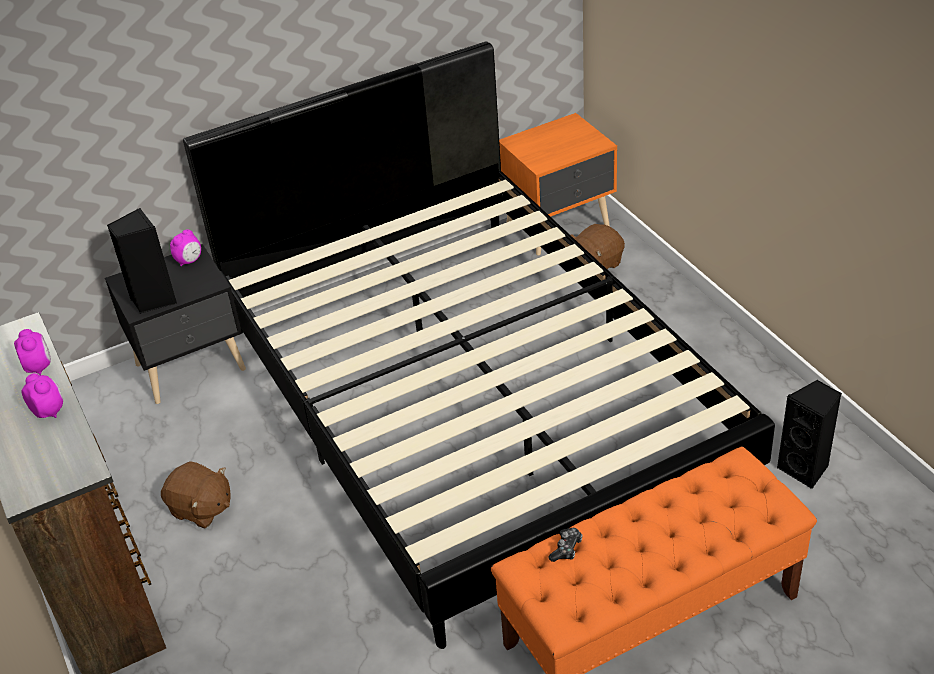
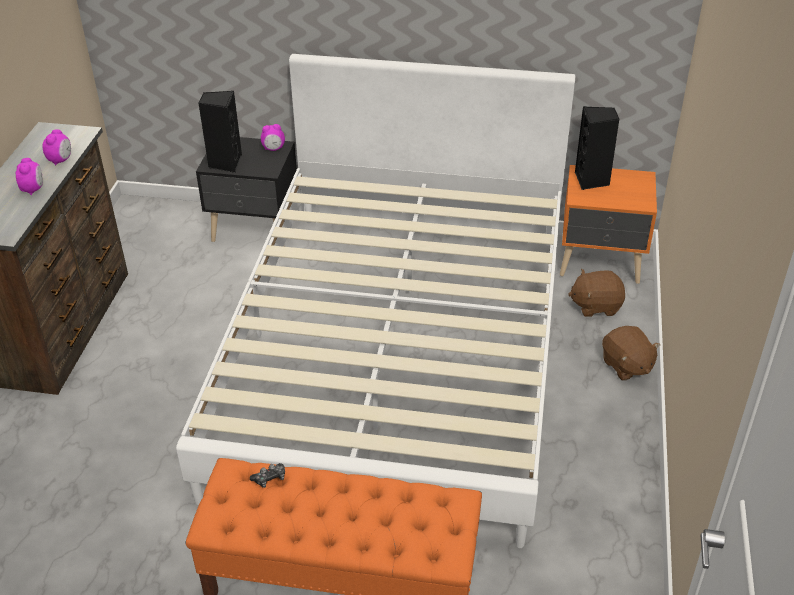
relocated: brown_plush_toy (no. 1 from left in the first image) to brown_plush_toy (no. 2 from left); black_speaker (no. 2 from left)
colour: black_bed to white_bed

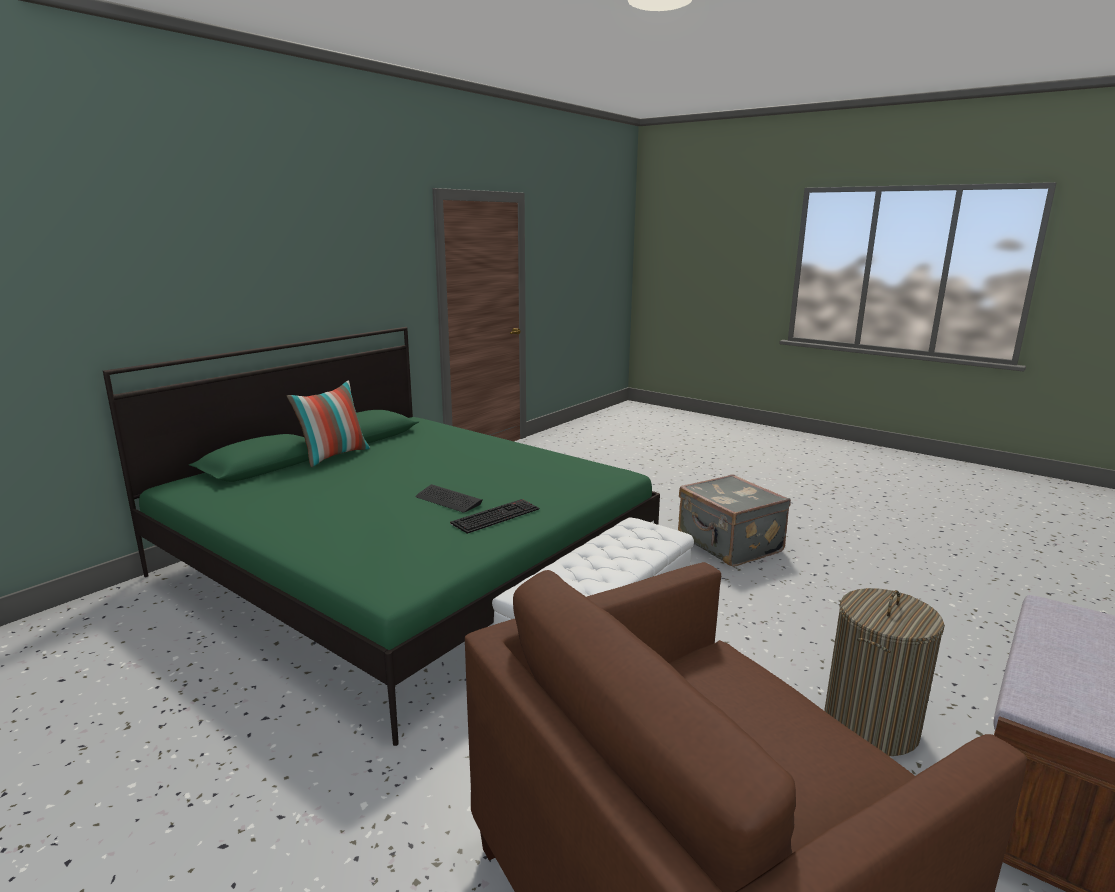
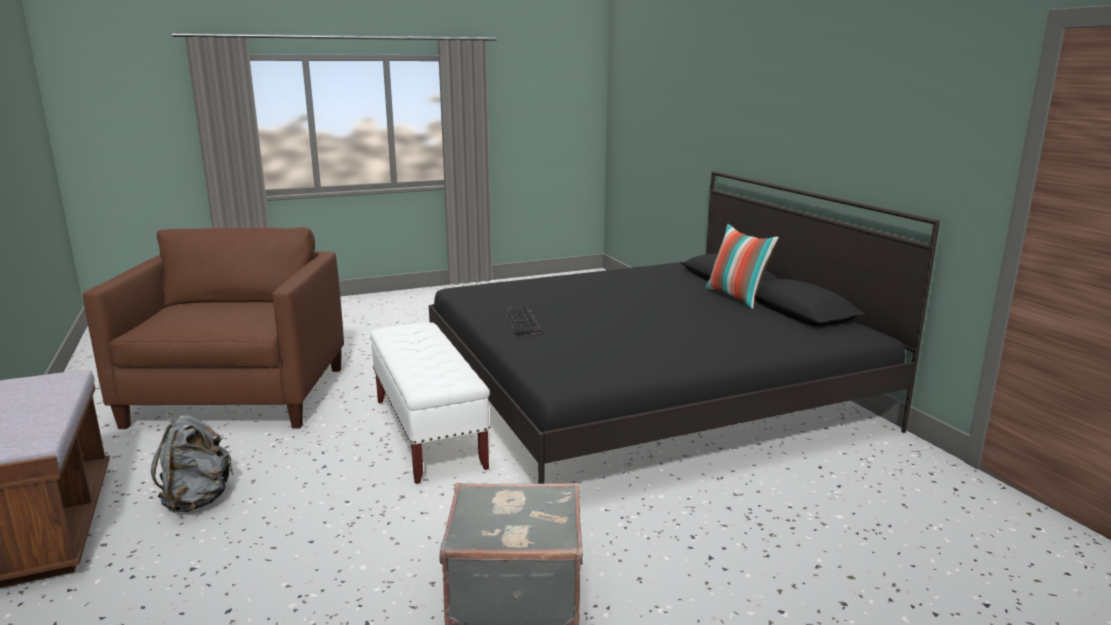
missing: keyboard (no. 1 from left)
exchanged: laundry_basket to grey_backpack
colour: green_bed to black_bed

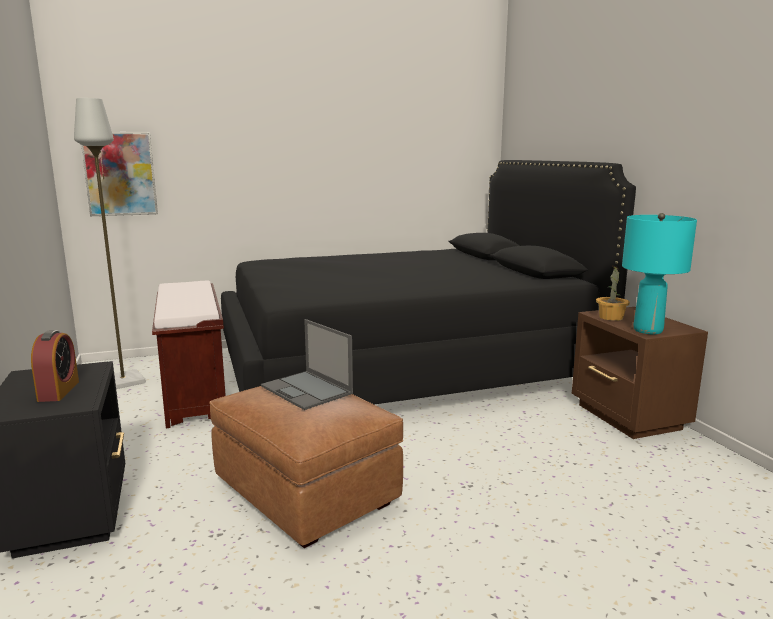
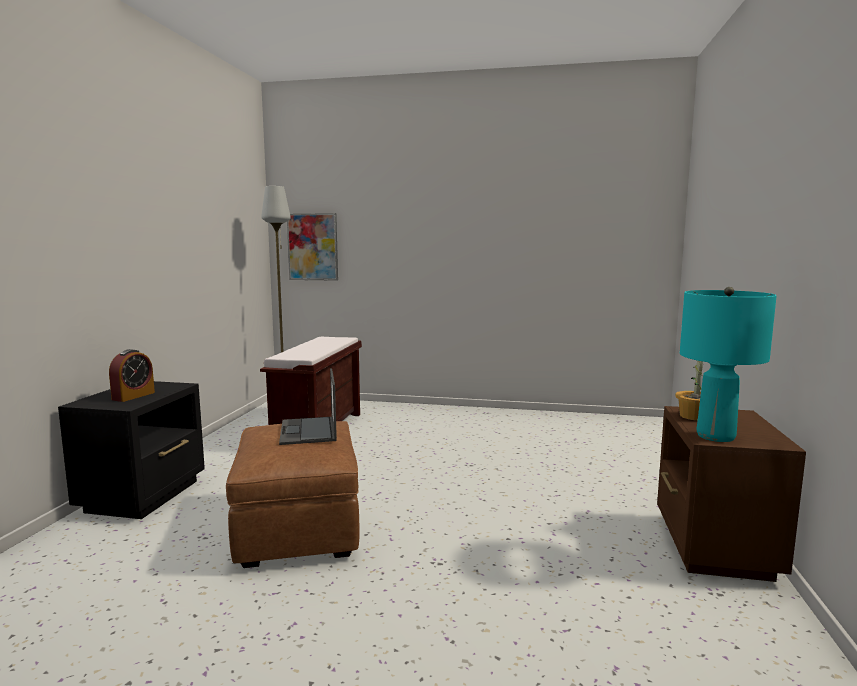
missing: black_bed

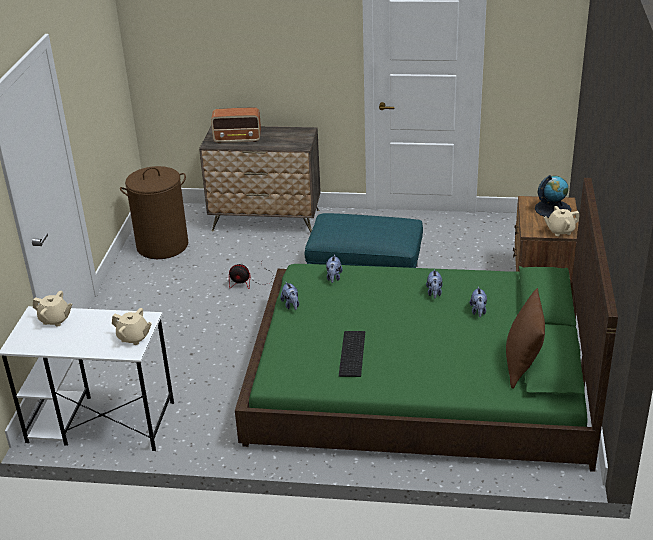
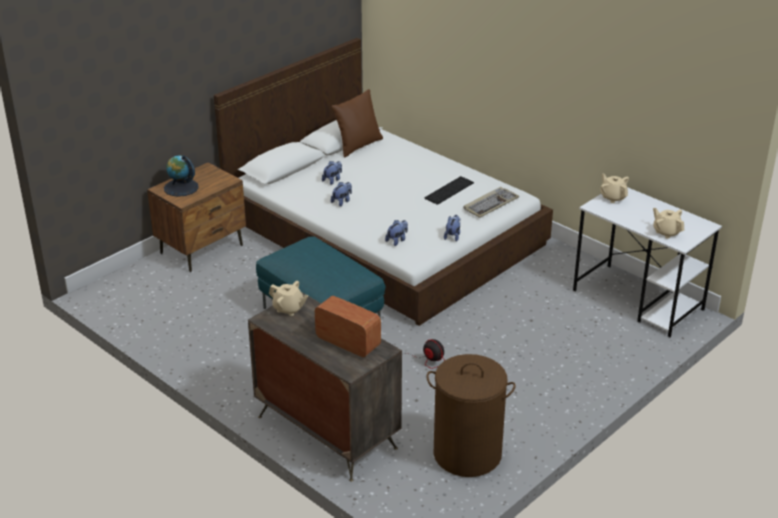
appeared: keyboard (no. 2 from left)
relocated: beige_teapot (no. 3 from left in the first image) to beige_teapot (no. 1 from left)
colour: green_bed to white_bed

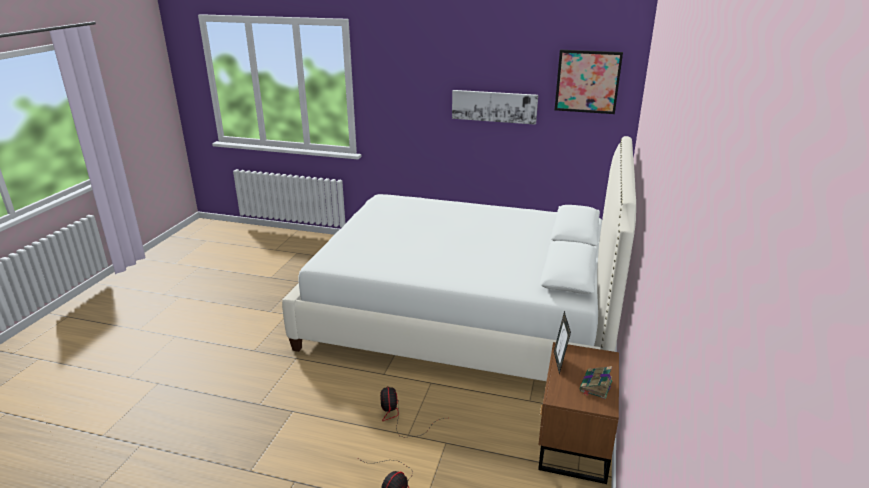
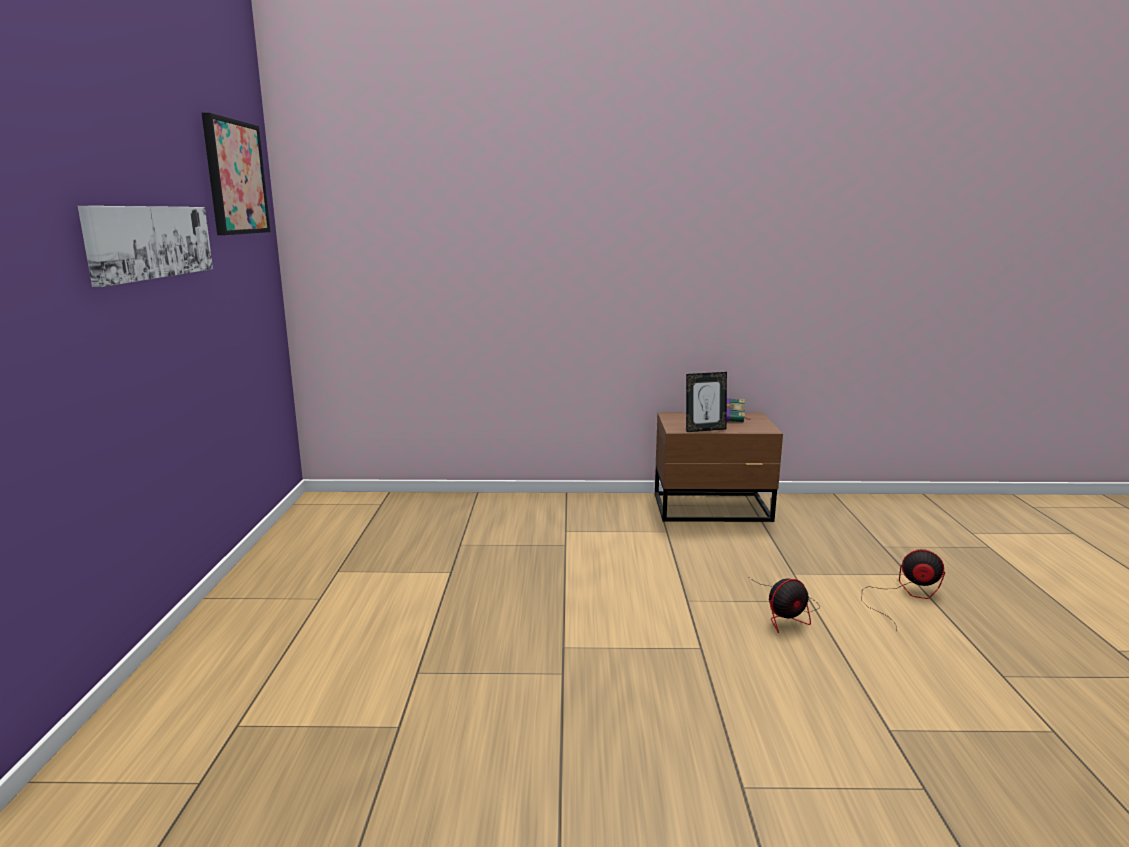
missing: white_bed

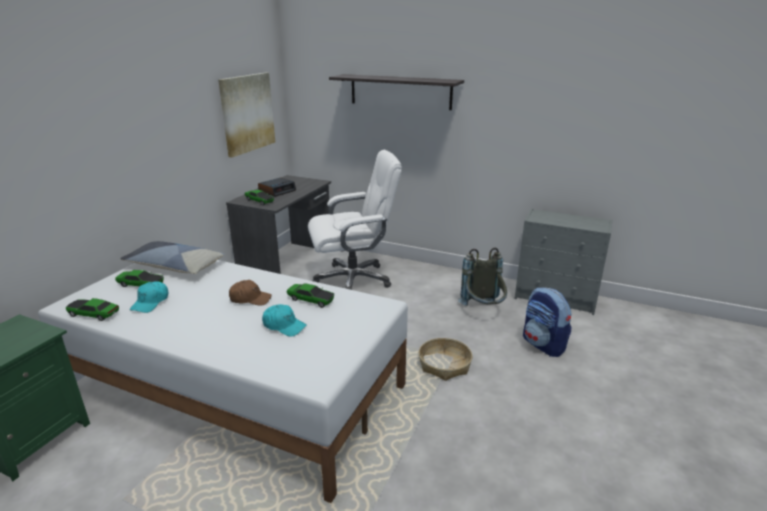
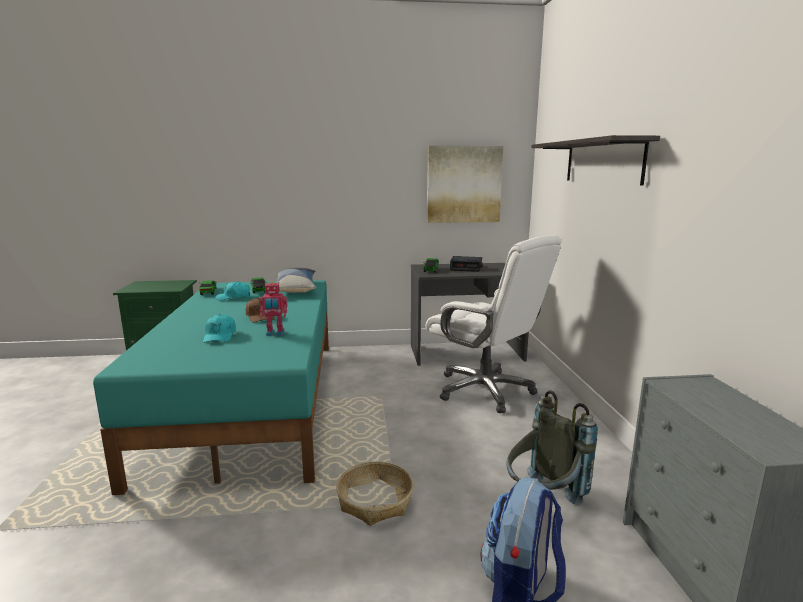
exchanged: toy_car (no. 4 from left) to toy_robot
colour: white_bed to turquoise_bed

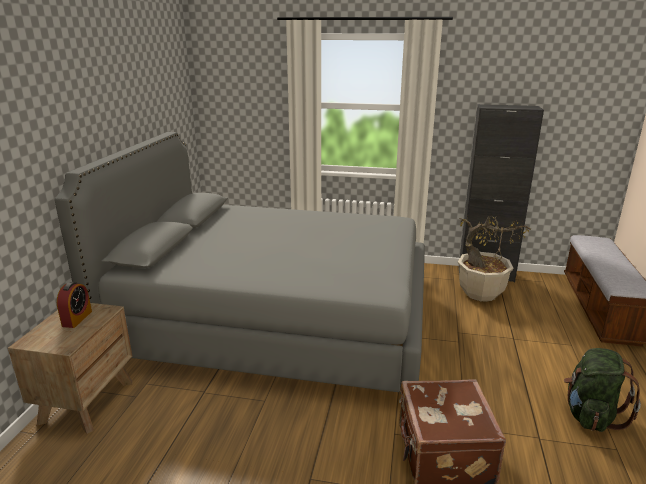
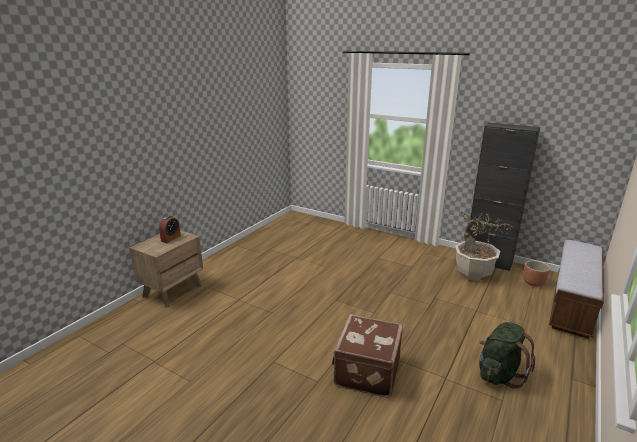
missing: grey_bed
appeared: brown_planter

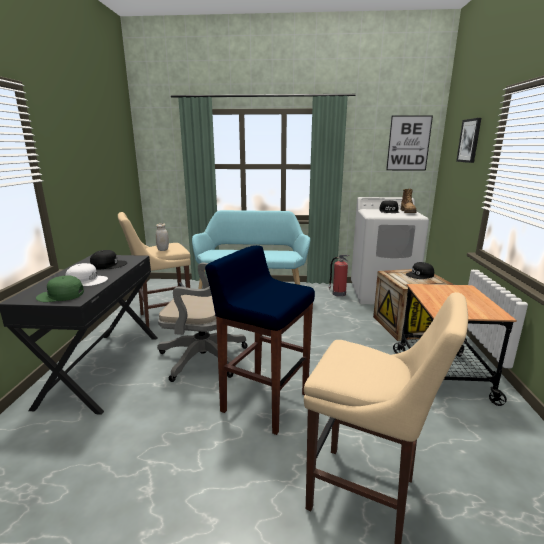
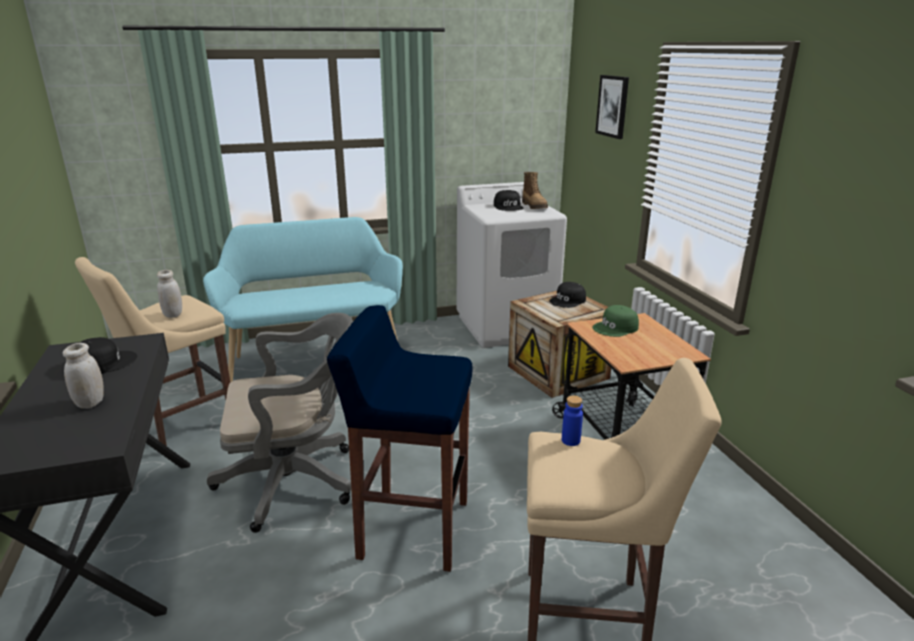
missing: fire_extinguisher; picture (no. 1 from left)
appeared: blue_bottle
relocated: green_cap
exchanged: white_cap to white_jar (no. 1 from left)

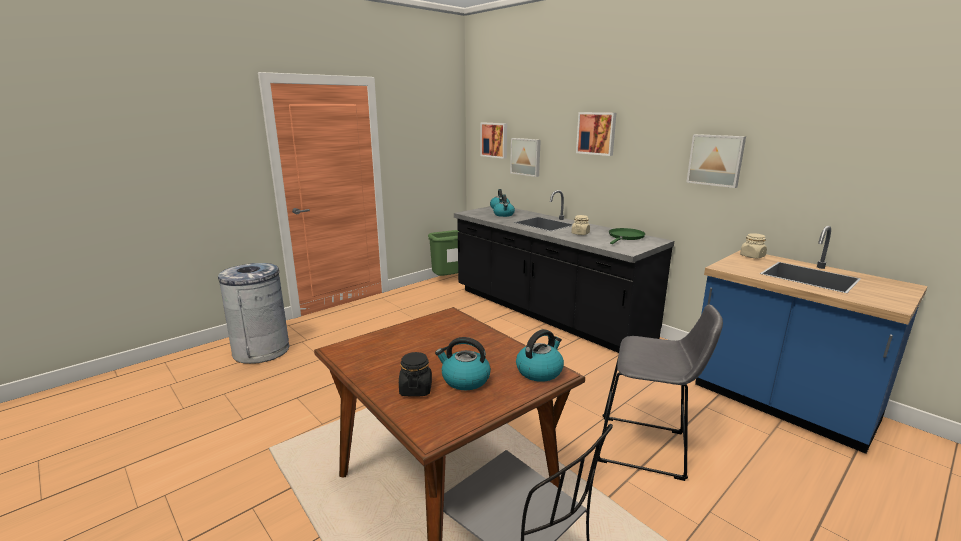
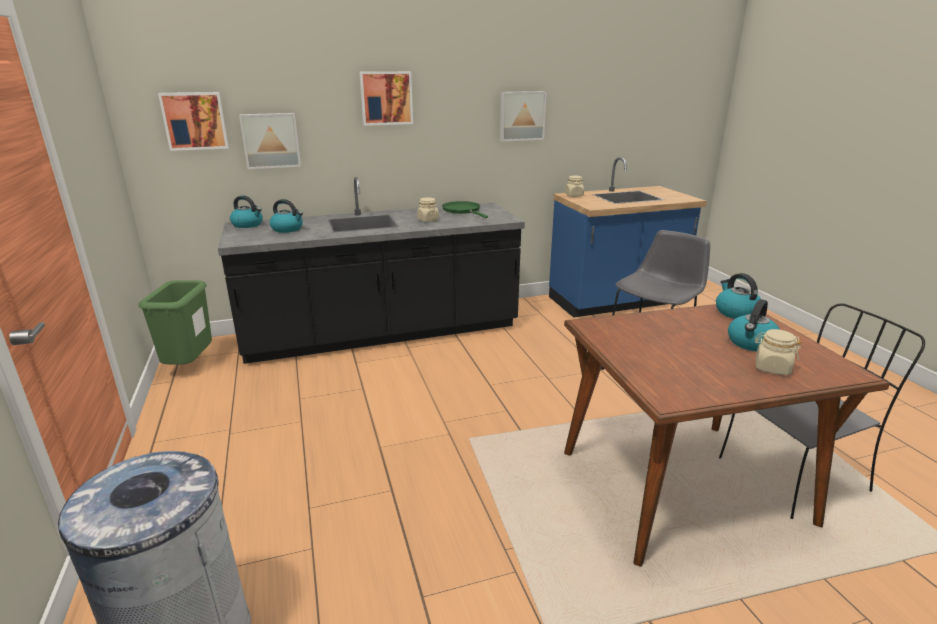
colour: black_jar to beige_jar (no. 3 from left)

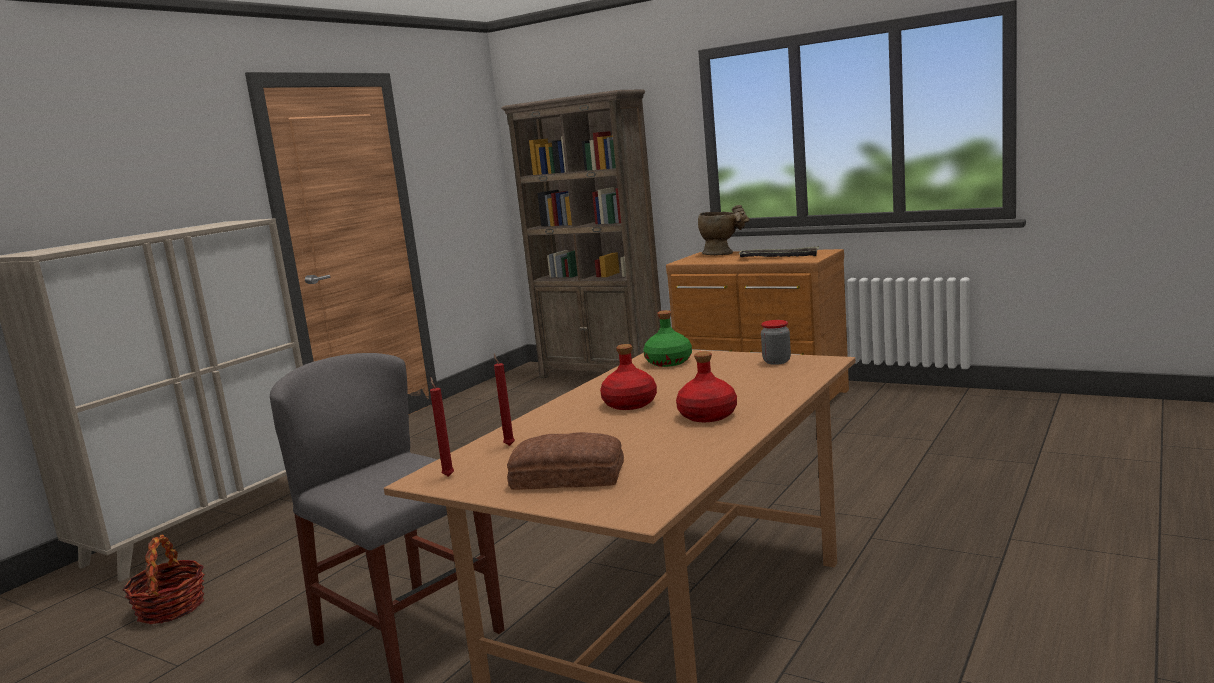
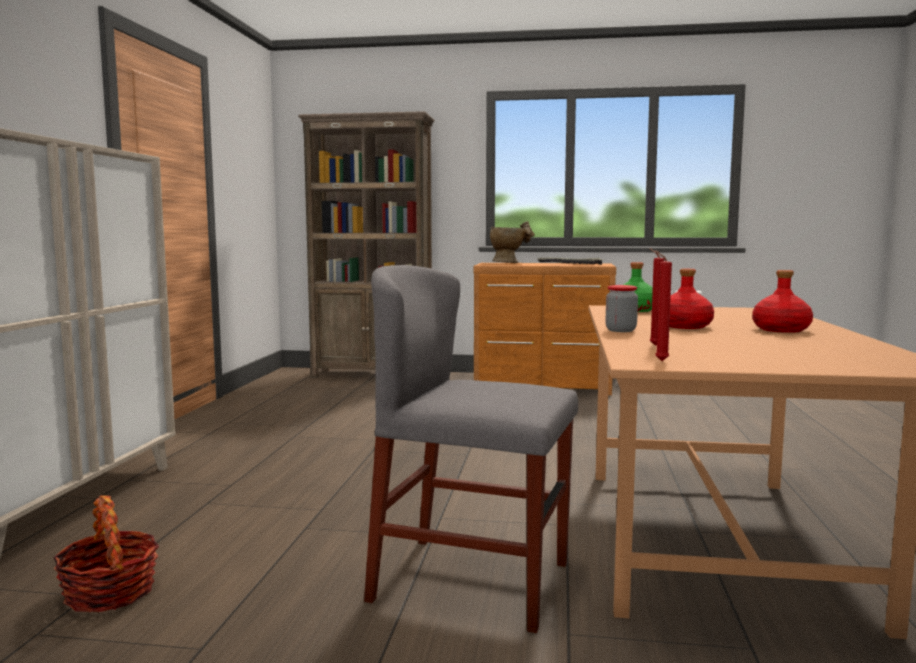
missing: bread
relocated: jar

